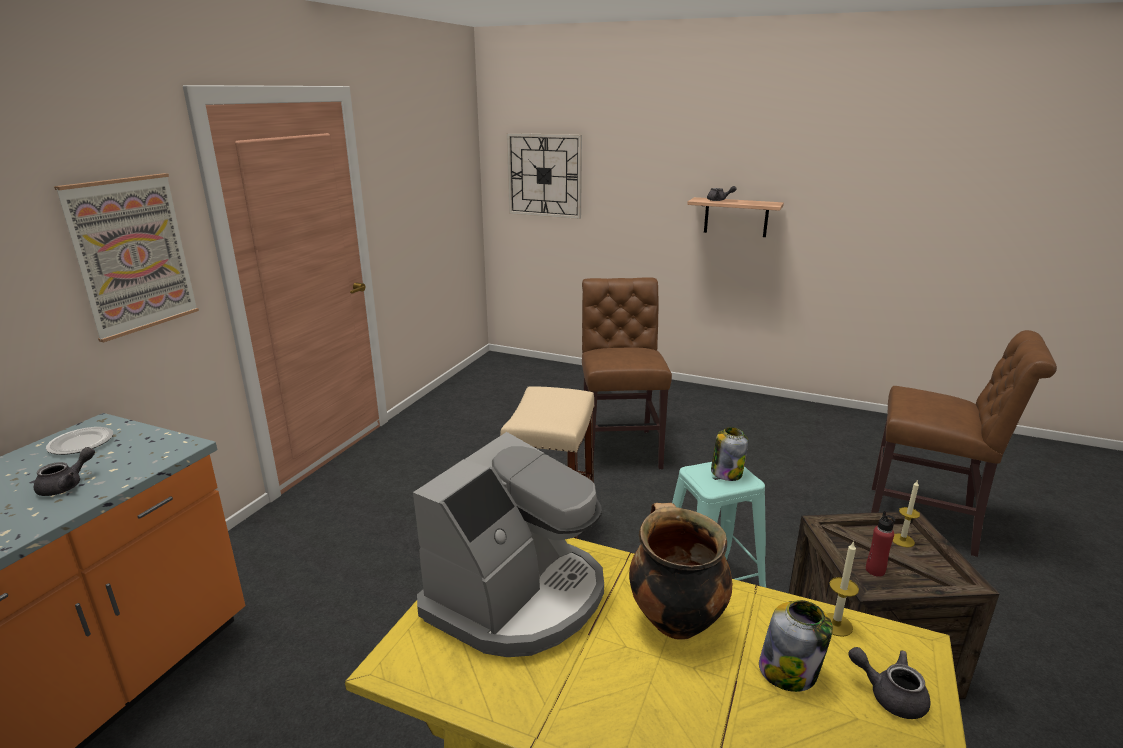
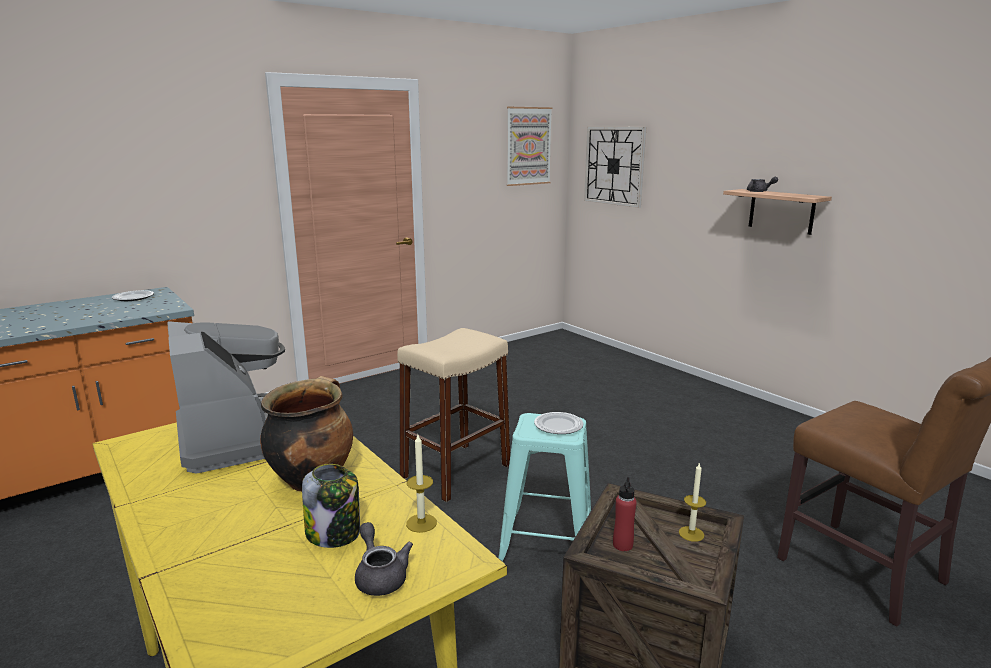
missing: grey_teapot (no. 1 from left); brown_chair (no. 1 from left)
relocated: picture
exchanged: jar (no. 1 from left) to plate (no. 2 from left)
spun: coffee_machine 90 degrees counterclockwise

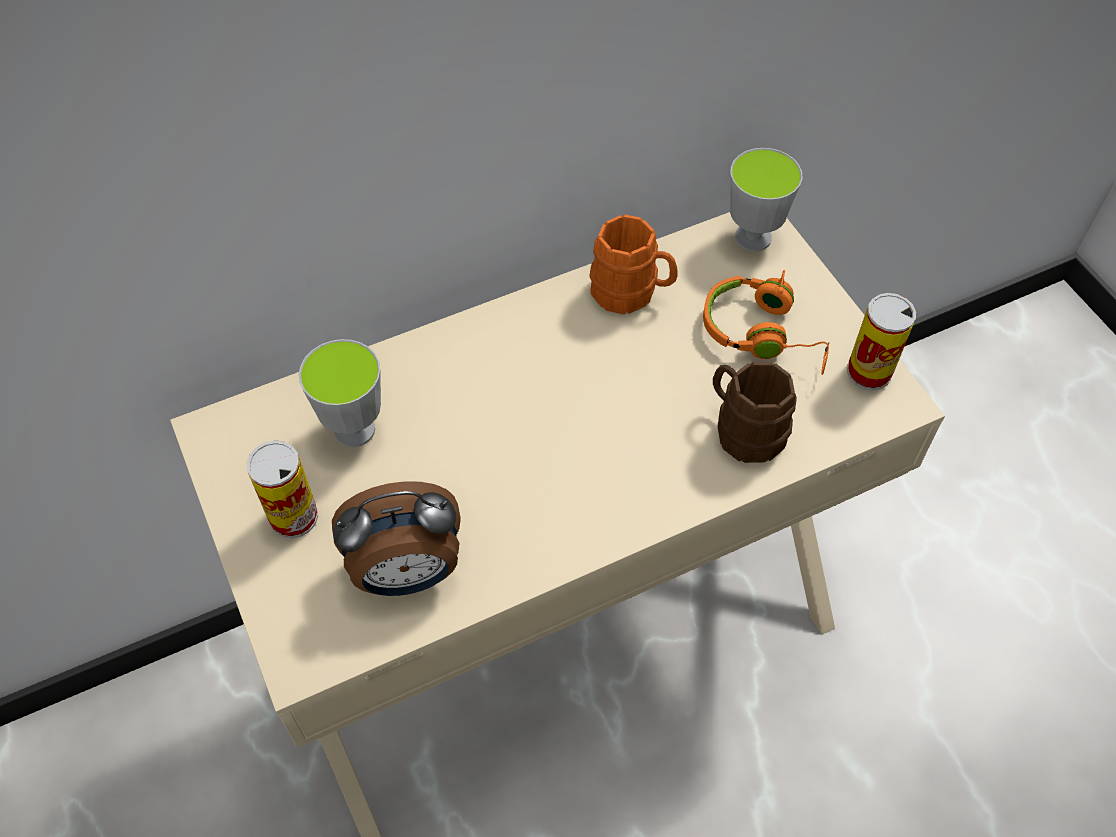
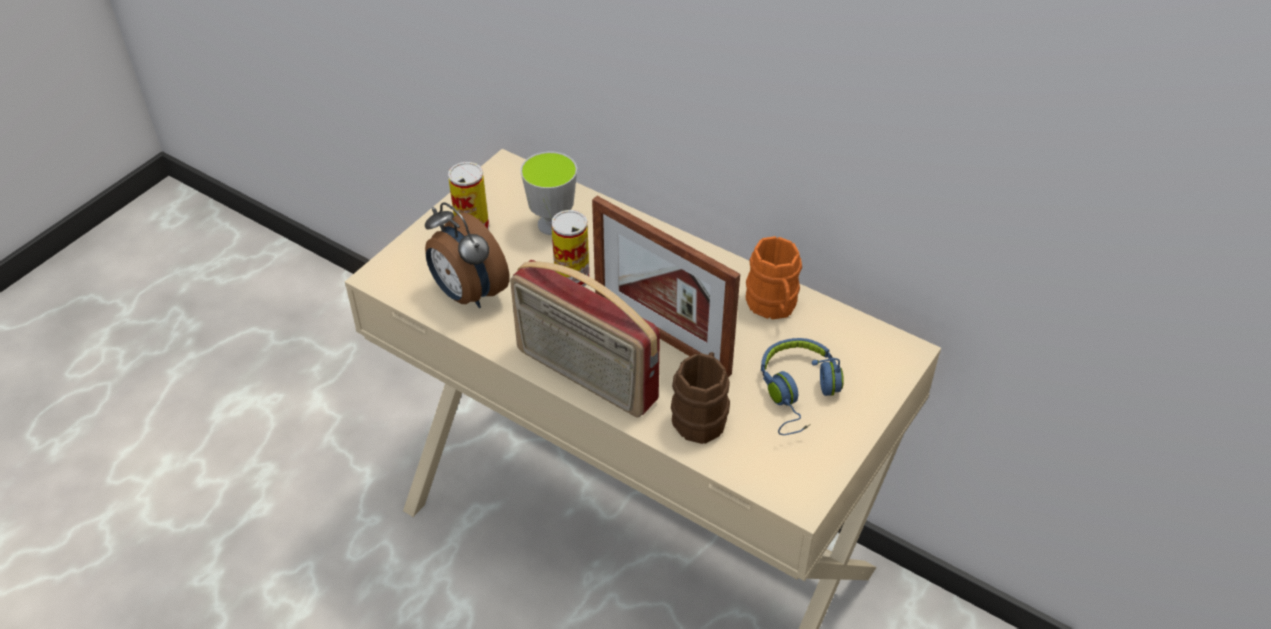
missing: cup (no. 2 from left)
appeared: radio; picture_frame
relocated: can (no. 2 from left)
colour: orange_headphones to blue_headphones

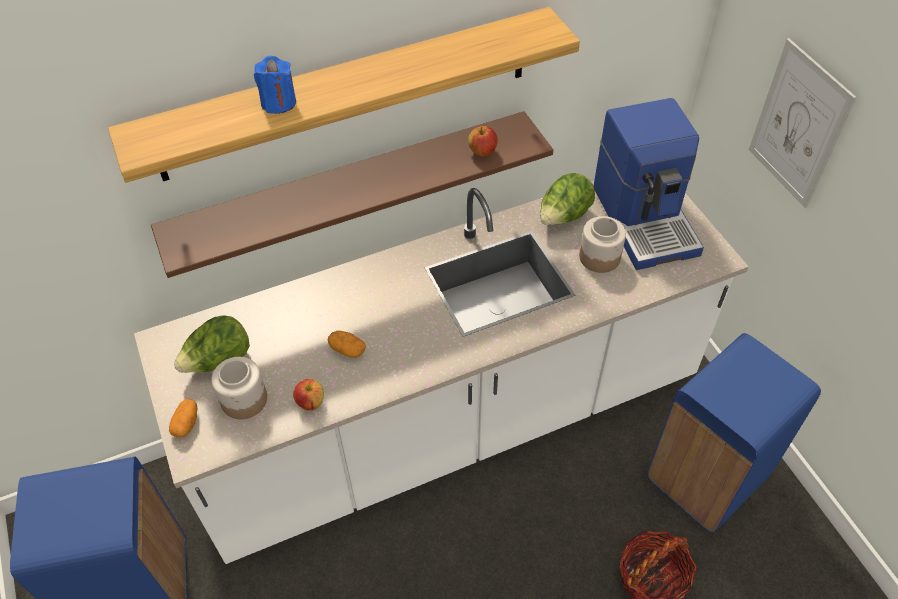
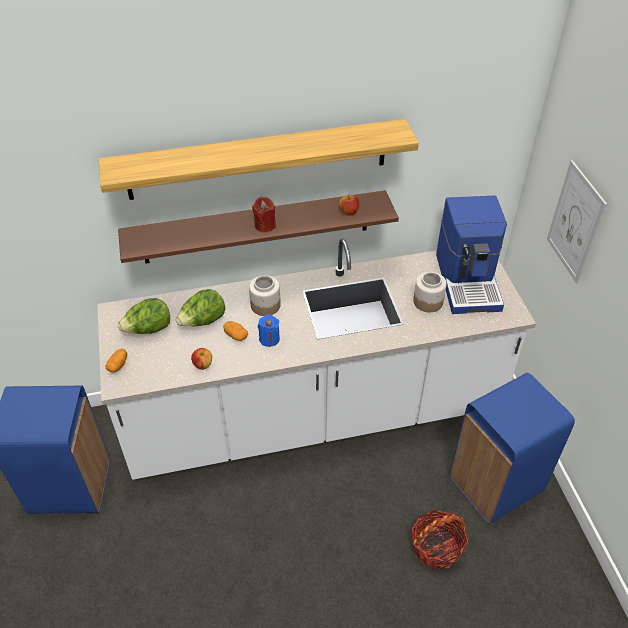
appeared: red_candle
relocated: jar (no. 1 from left); blue_candle; lettuce (no. 2 from left)

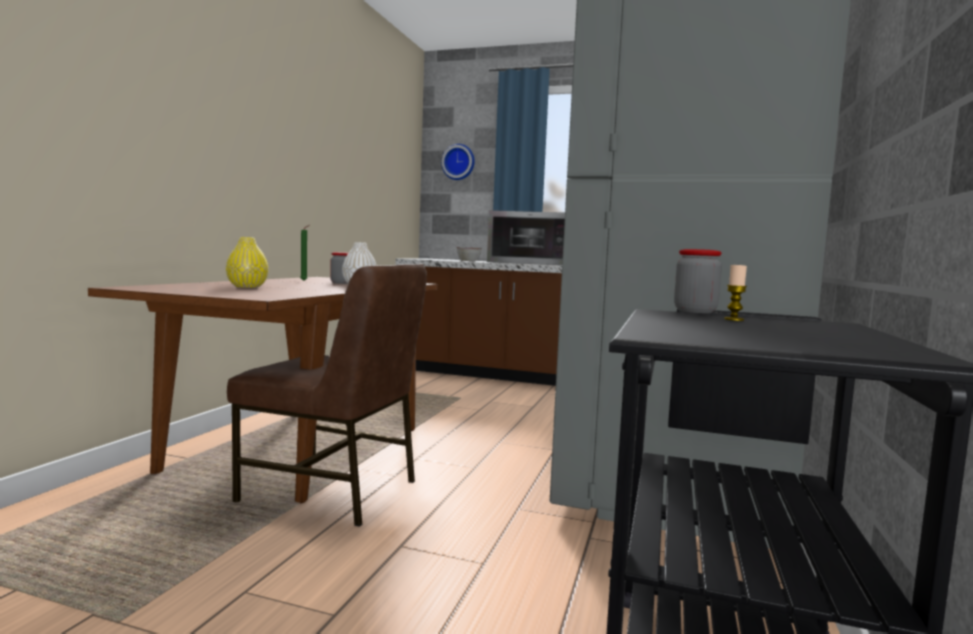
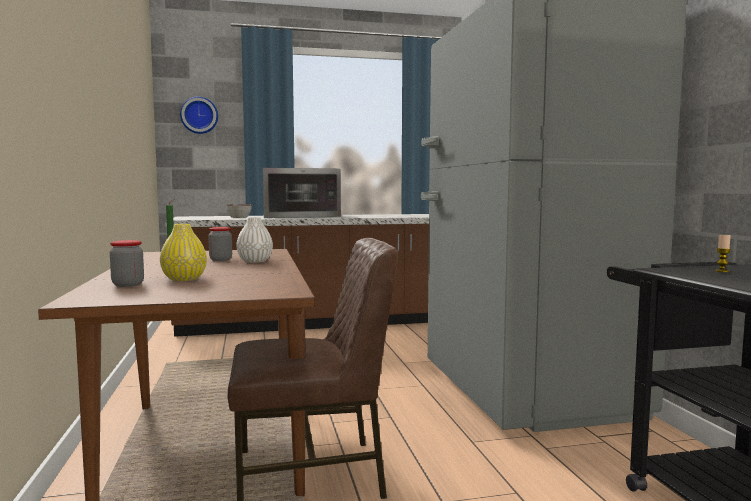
relocated: jar (no. 2 from left in the first image) to jar (no. 1 from left)

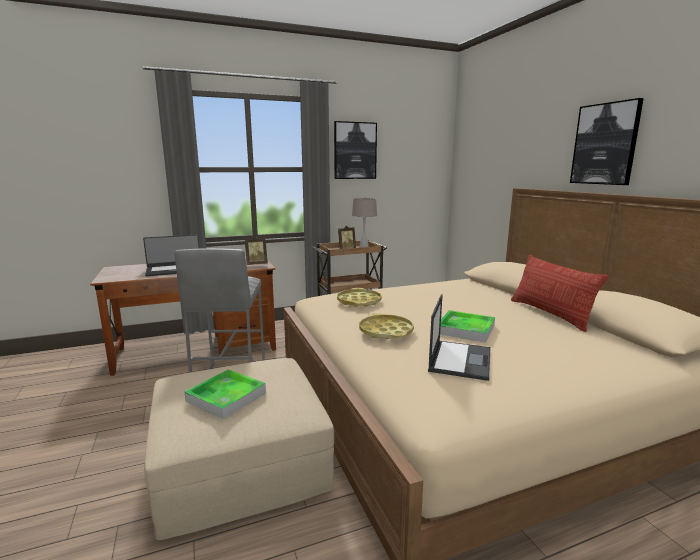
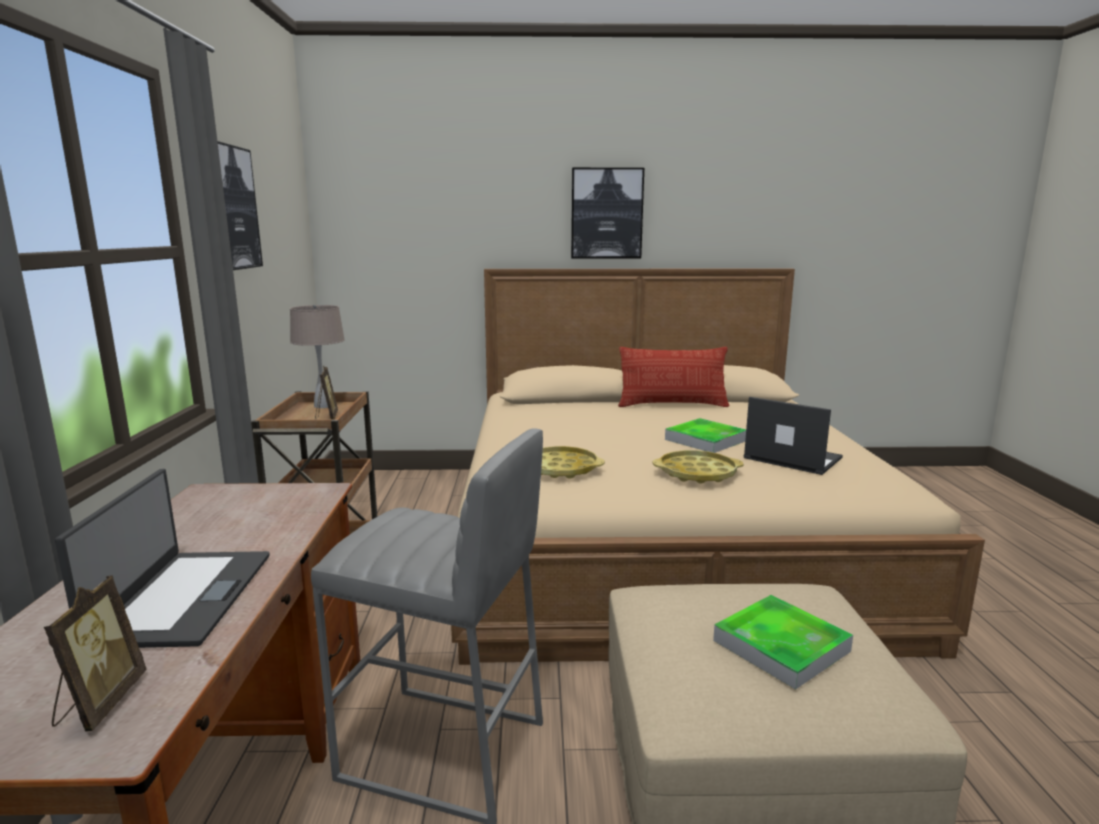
relocated: picture_frame (no. 1 from left)

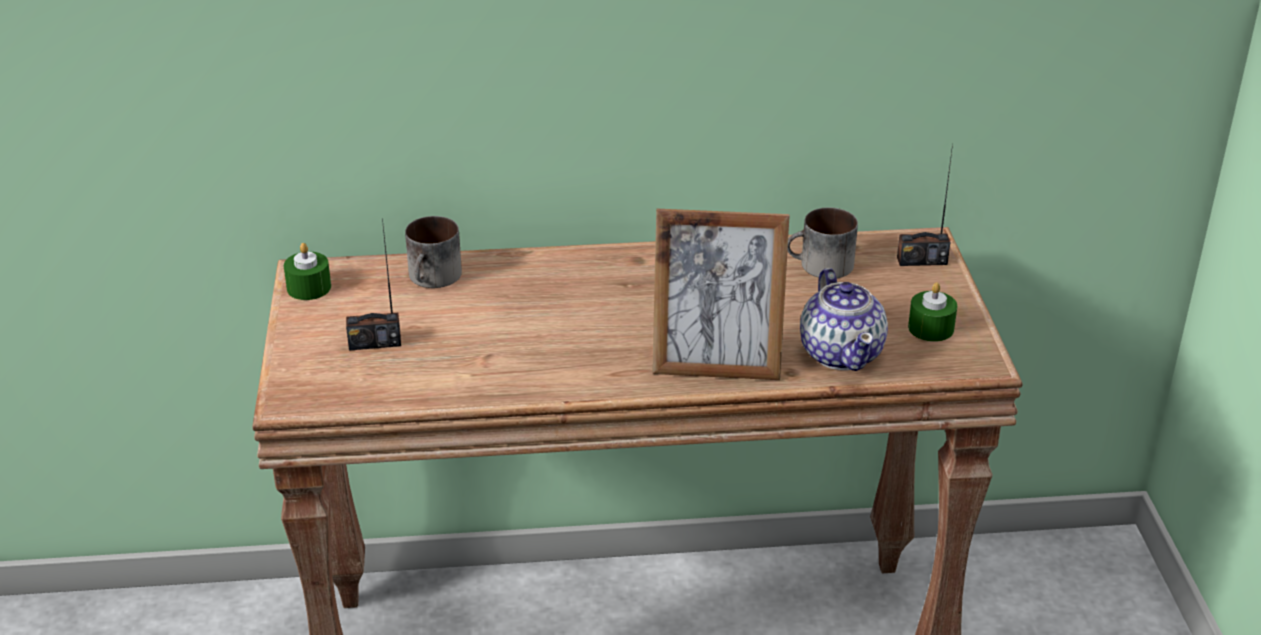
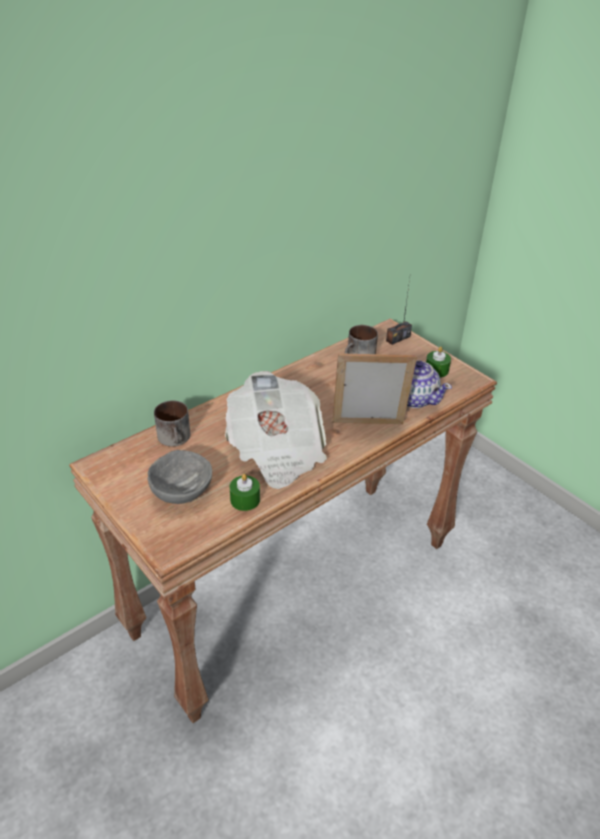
appeared: newspaper
relocated: green_candle (no. 1 from left)
exchanged: radio (no. 1 from left) to grey_bowl
spun: picture_frame 150 degrees counterclockwise

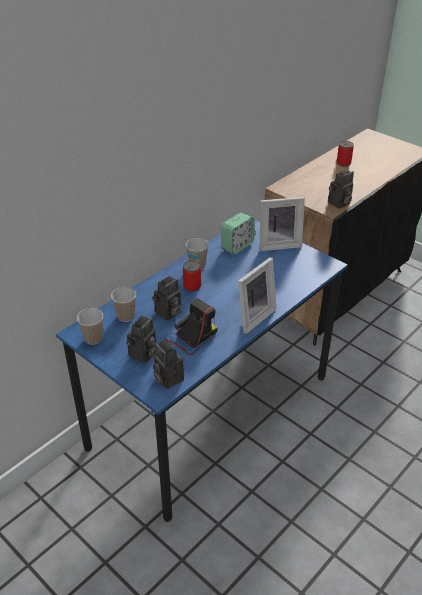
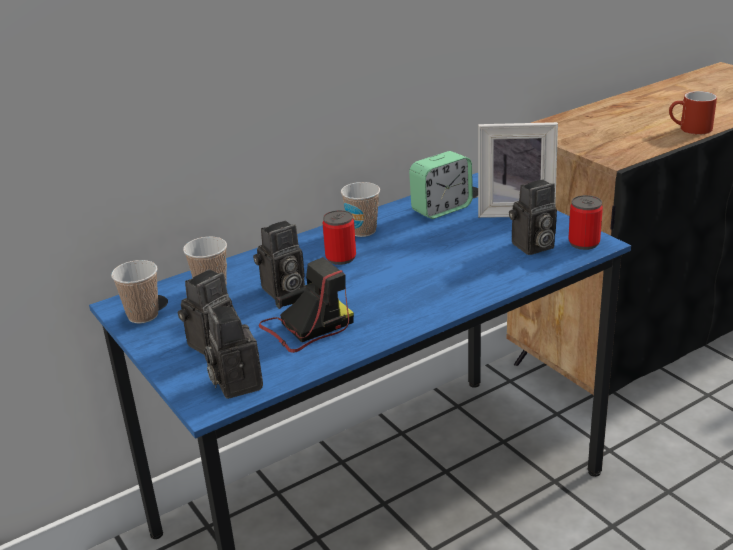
missing: picture_frame (no. 1 from left)
appeared: red_mug
relocated: photo_camera (no. 5 from left); can (no. 2 from left)

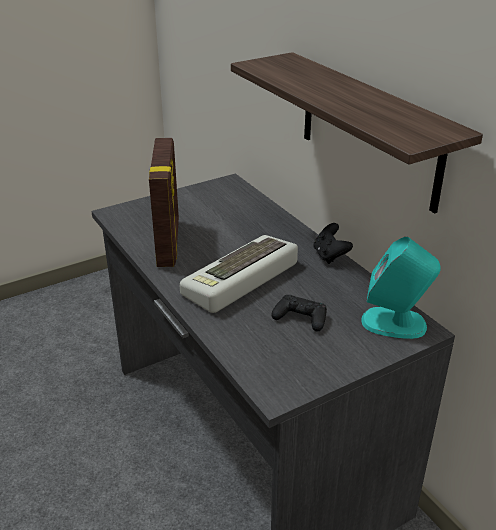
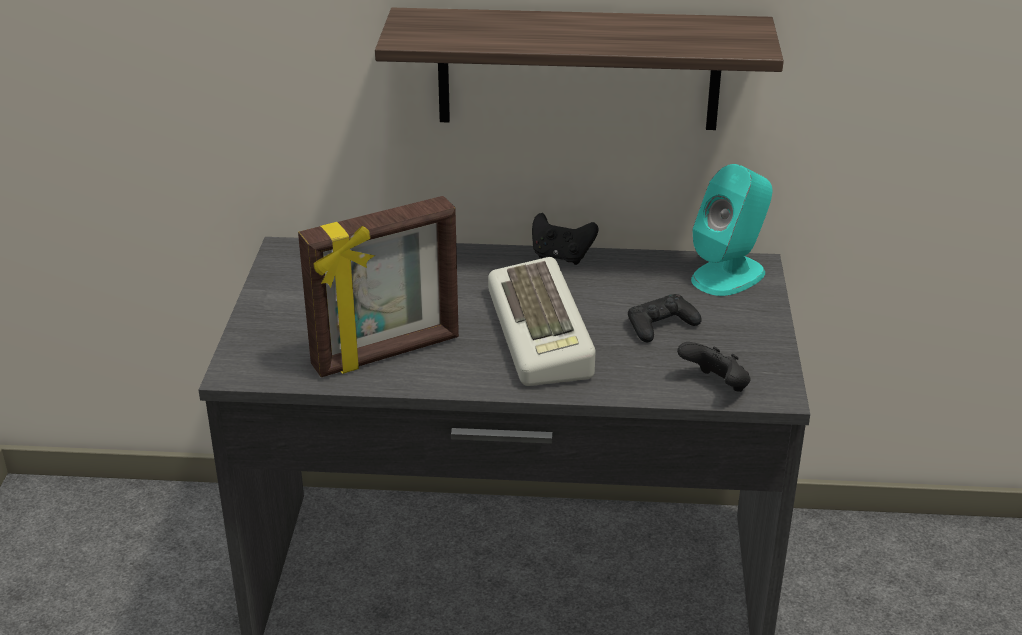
appeared: black_game_controller (no. 3 from left)
spun: picture_frame 120 degrees clockwise

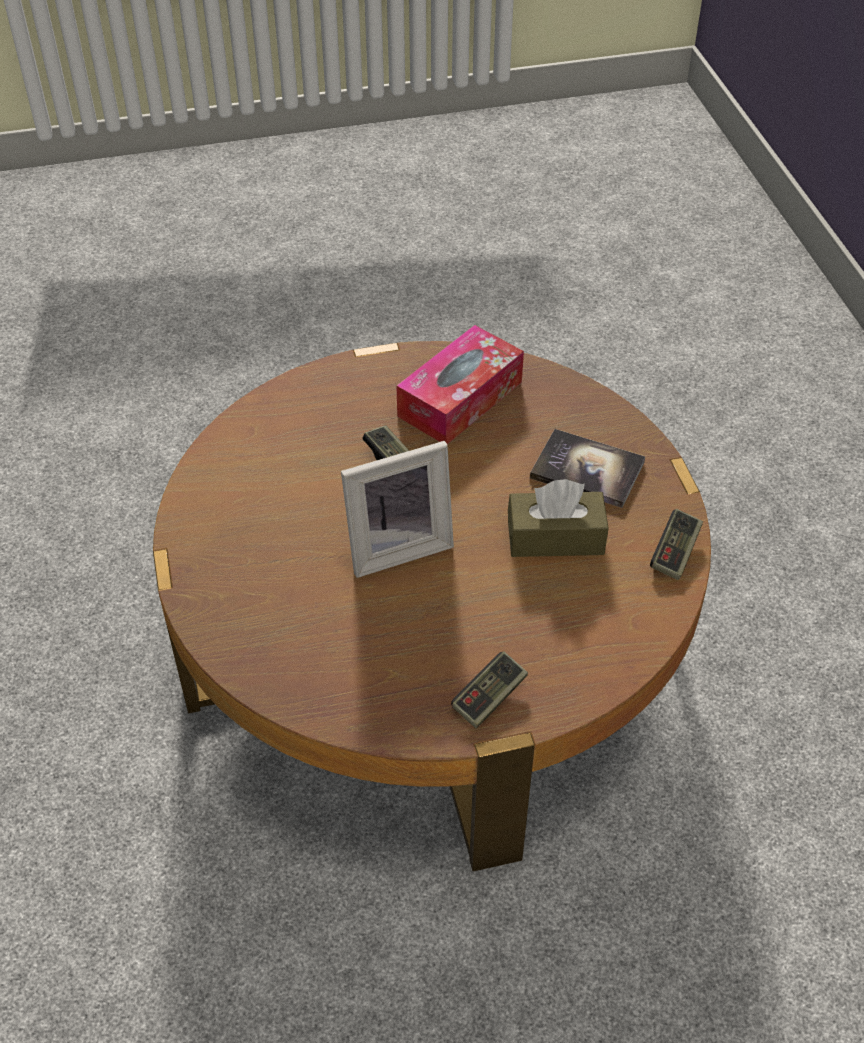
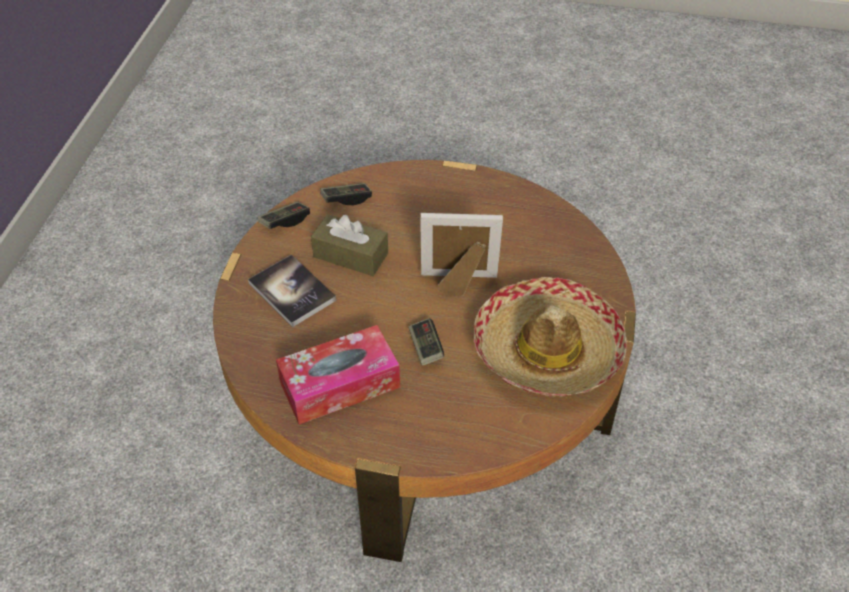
appeared: hat
relocated: game_controller (no. 2 from left)

